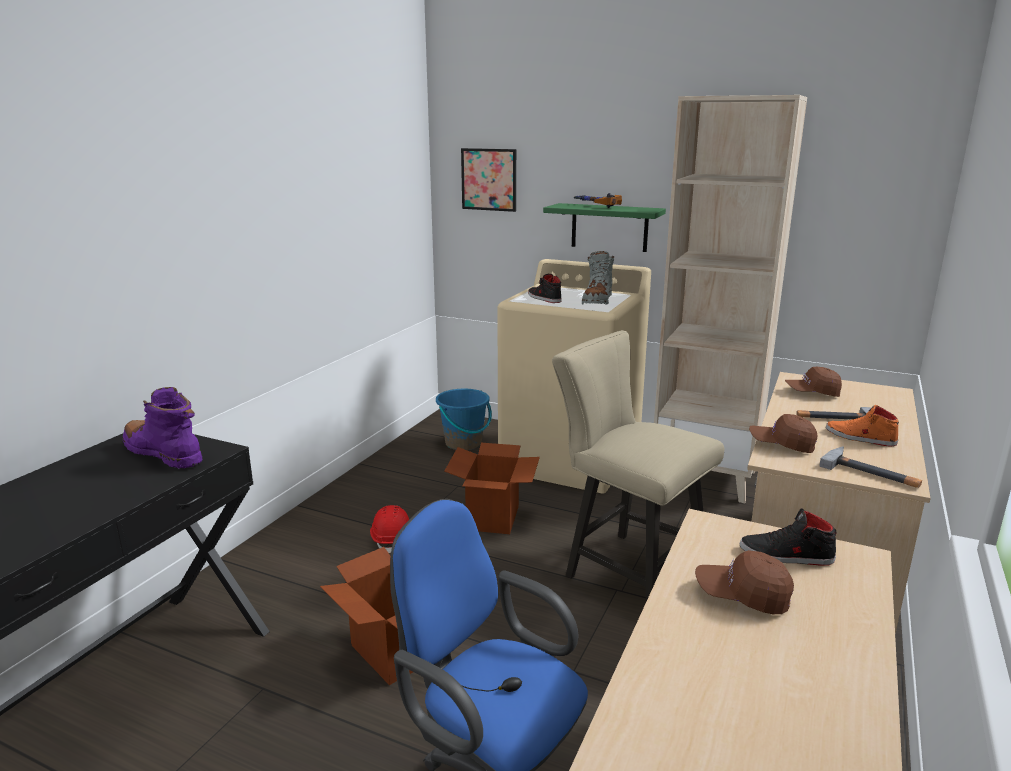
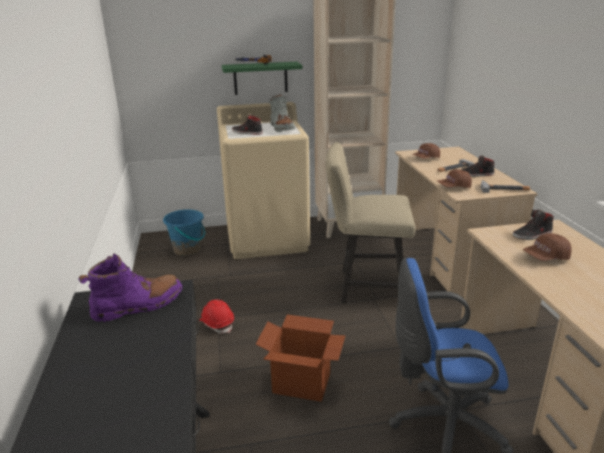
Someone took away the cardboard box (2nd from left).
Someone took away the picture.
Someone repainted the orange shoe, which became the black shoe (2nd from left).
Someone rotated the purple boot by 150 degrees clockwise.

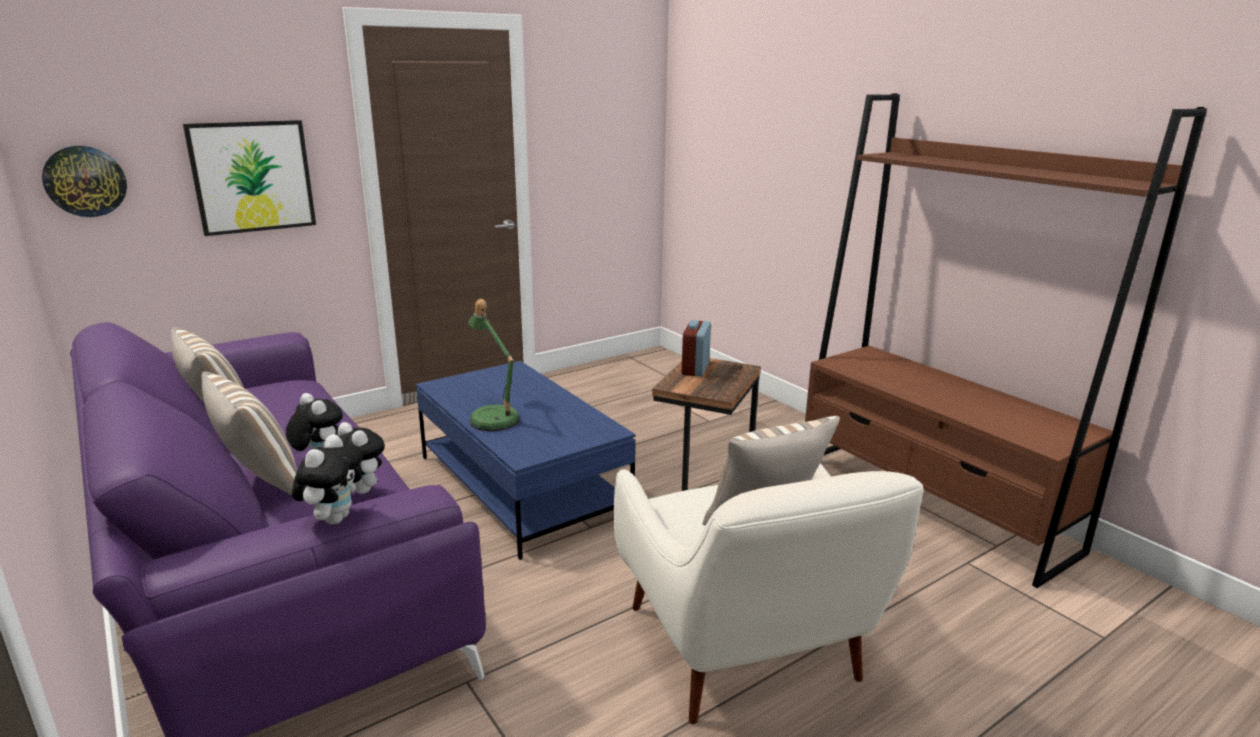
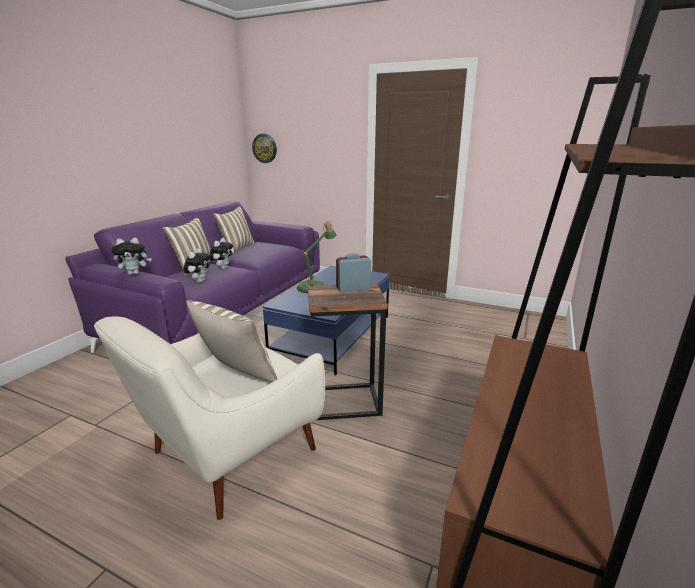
Someone took away the picture.

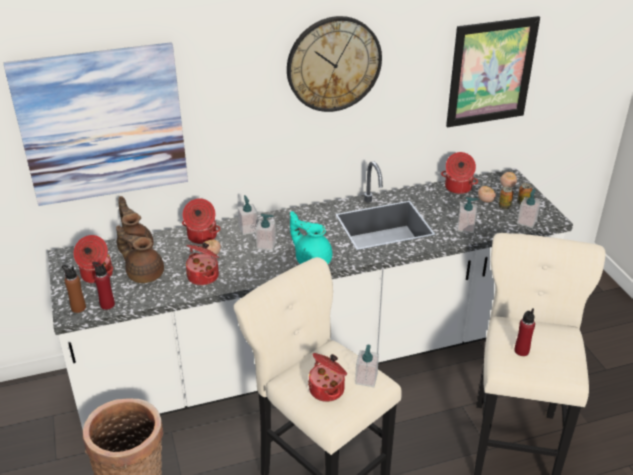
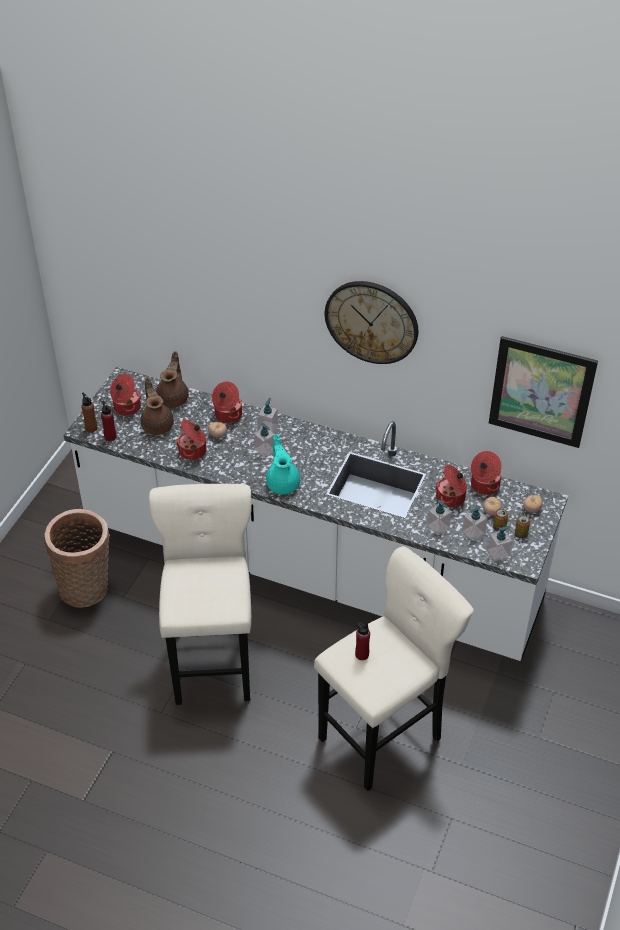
Someone took away the picture (1st from left).
Someone carried the cooking pot (4th from left).
Someone carried the soap dispenser (3rd from left in the first image).

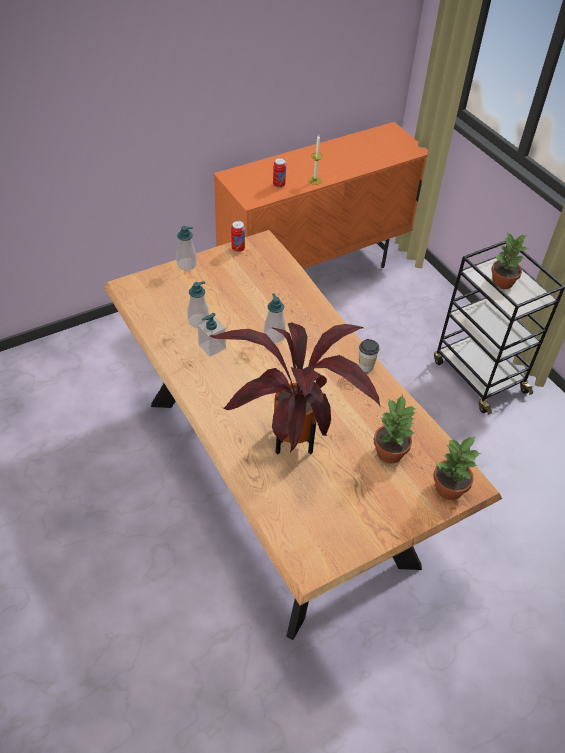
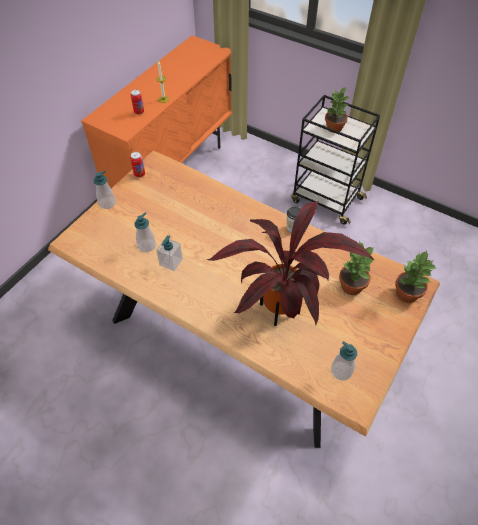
Someone carried the soap dispenser (4th from left).

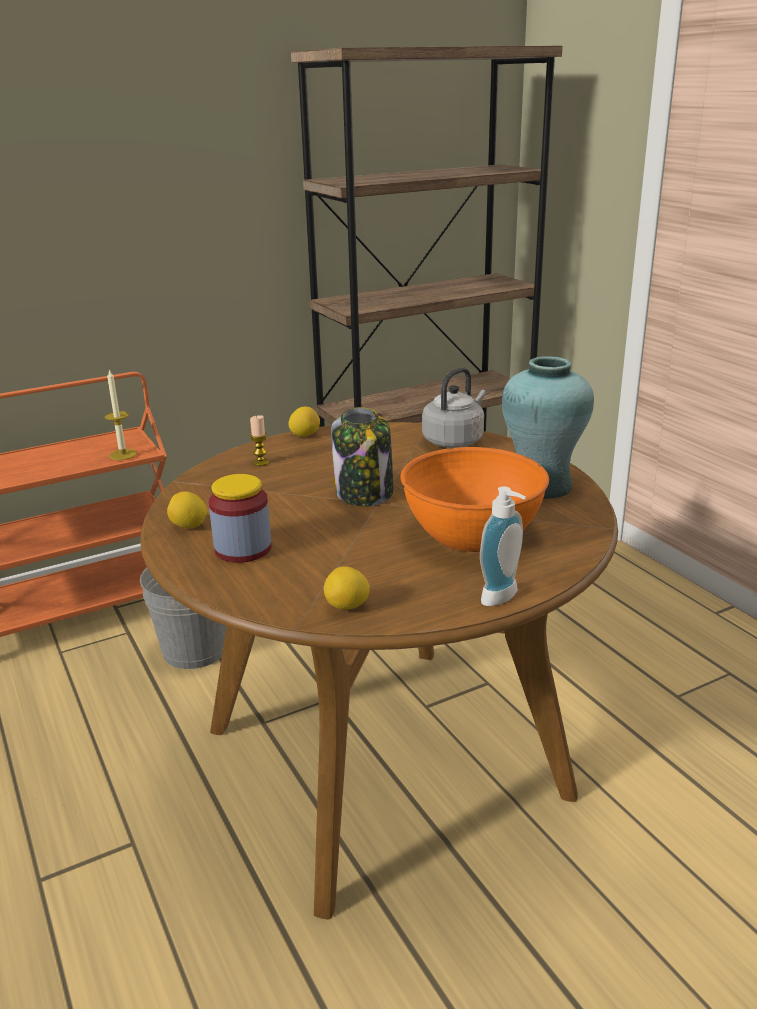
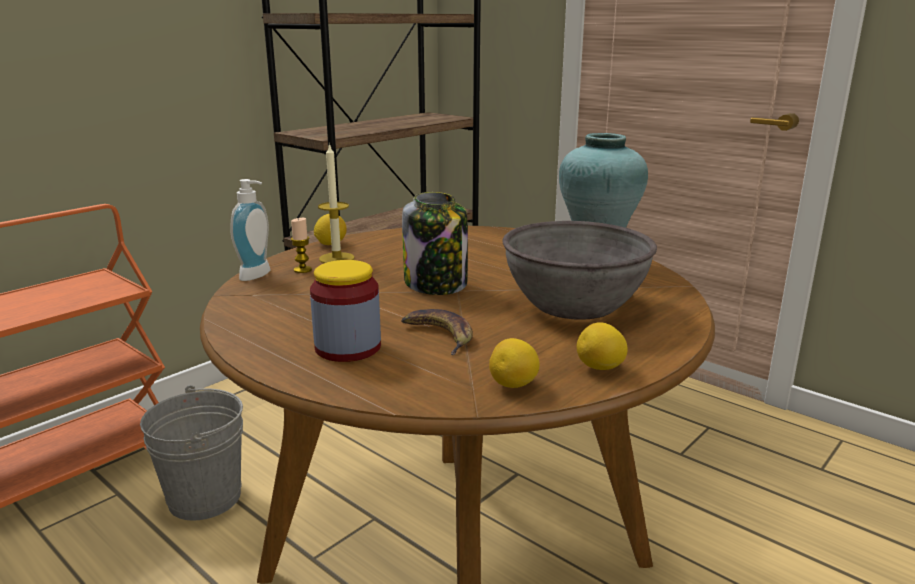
Someone took away the grey kettle.
Someone put down the banana.
Someone carried the candle (1st from left in the first image).
Someone carried the lemon (1st from left in the first image).
Someone carried the soap dispenser.
Someone repainted the orange bowl, which became the grey bowl.

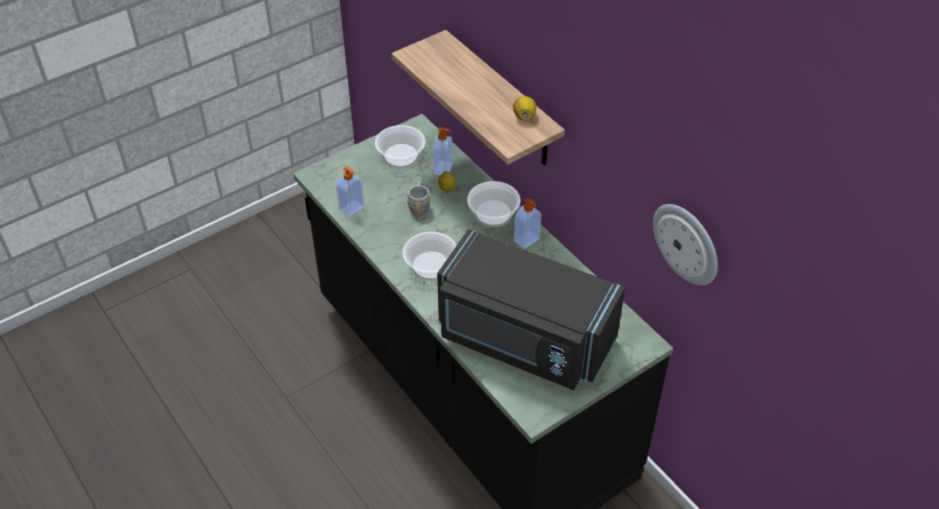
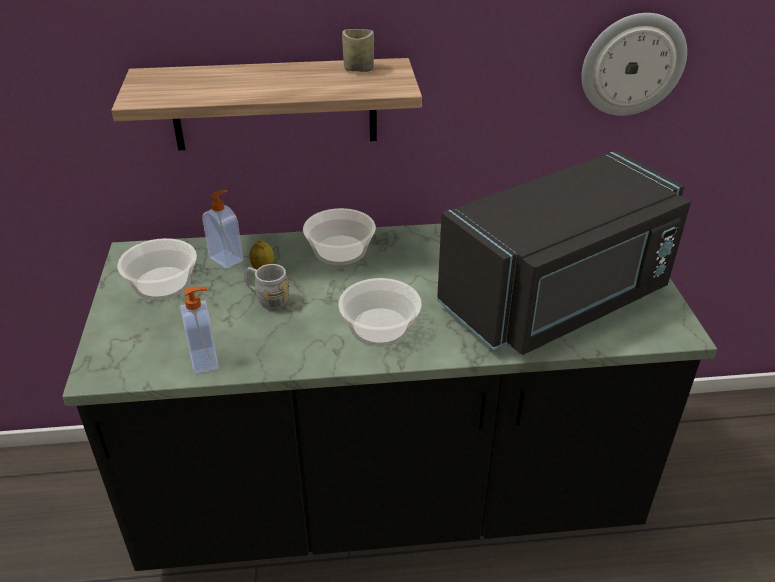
Someone took away the soap dispenser (3rd from left).
Someone swapped the lemon (2nd from left) for the cup.

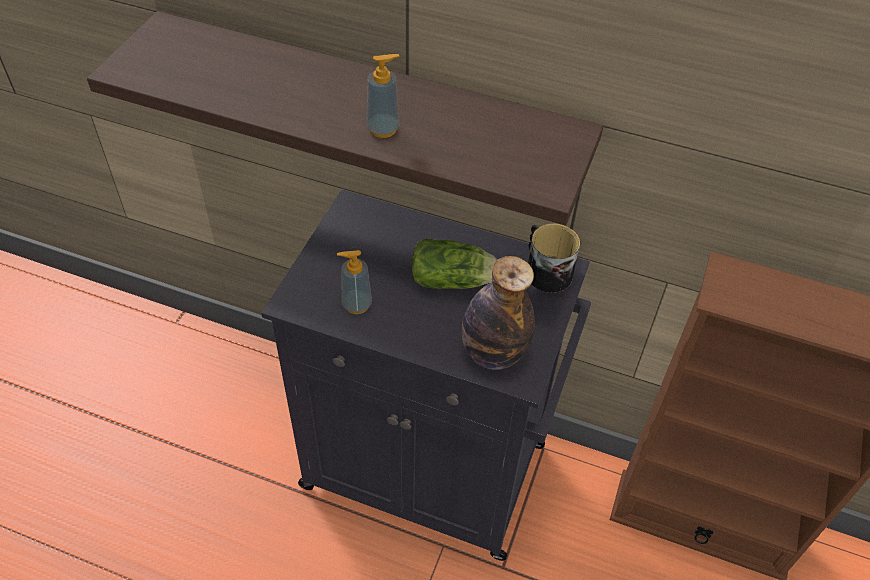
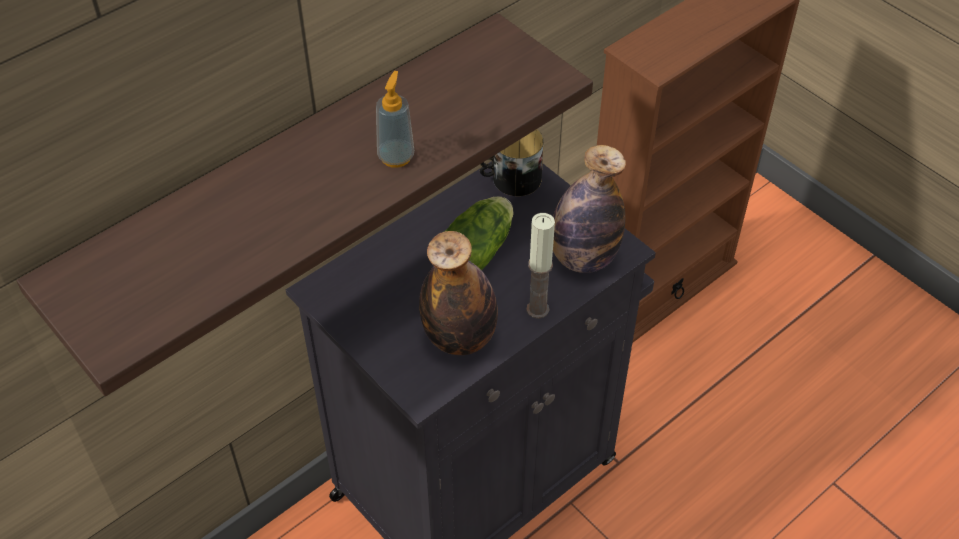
Someone put down the candle.
Someone swapped the soap dispenser (1st from left) for the bottle (1st from left).

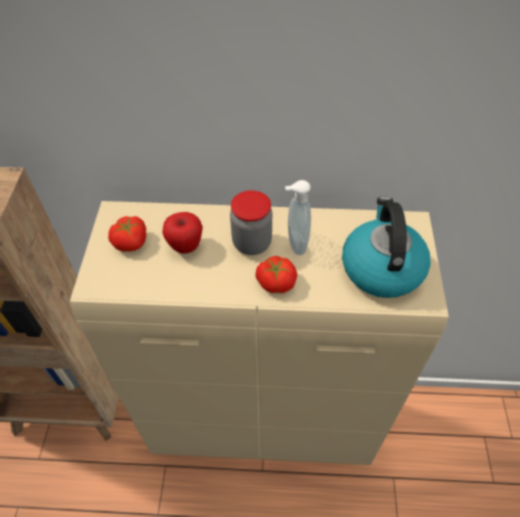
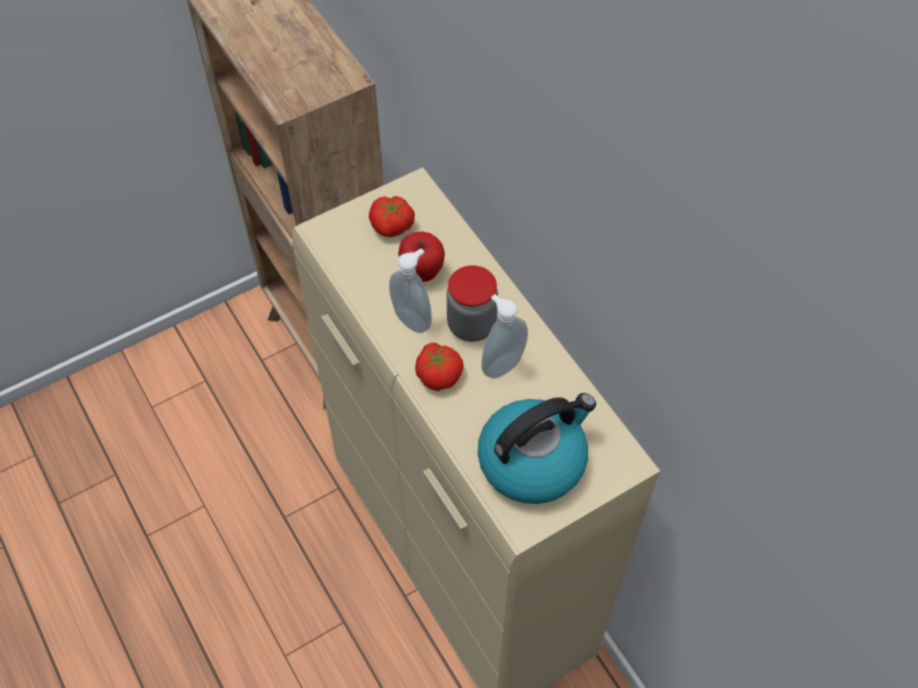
Someone put down the soap dispenser (1st from left).

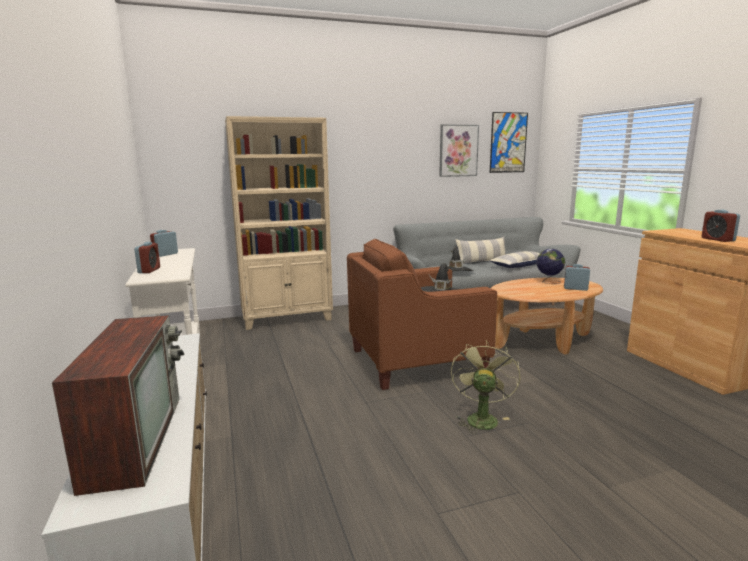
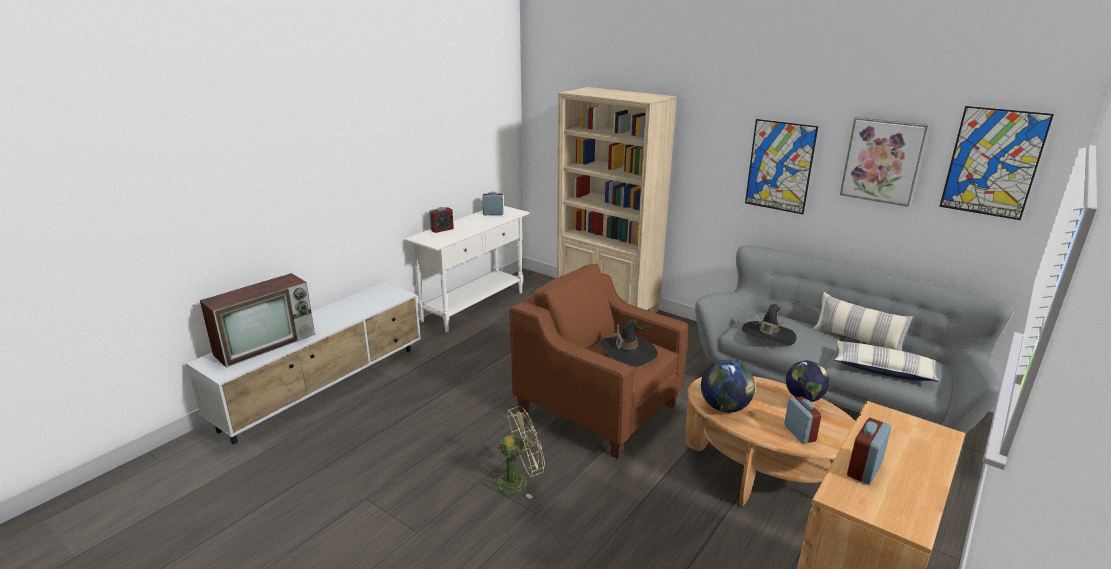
Someone put down the globe (1st from left).
Someone put up the picture (1st from left).

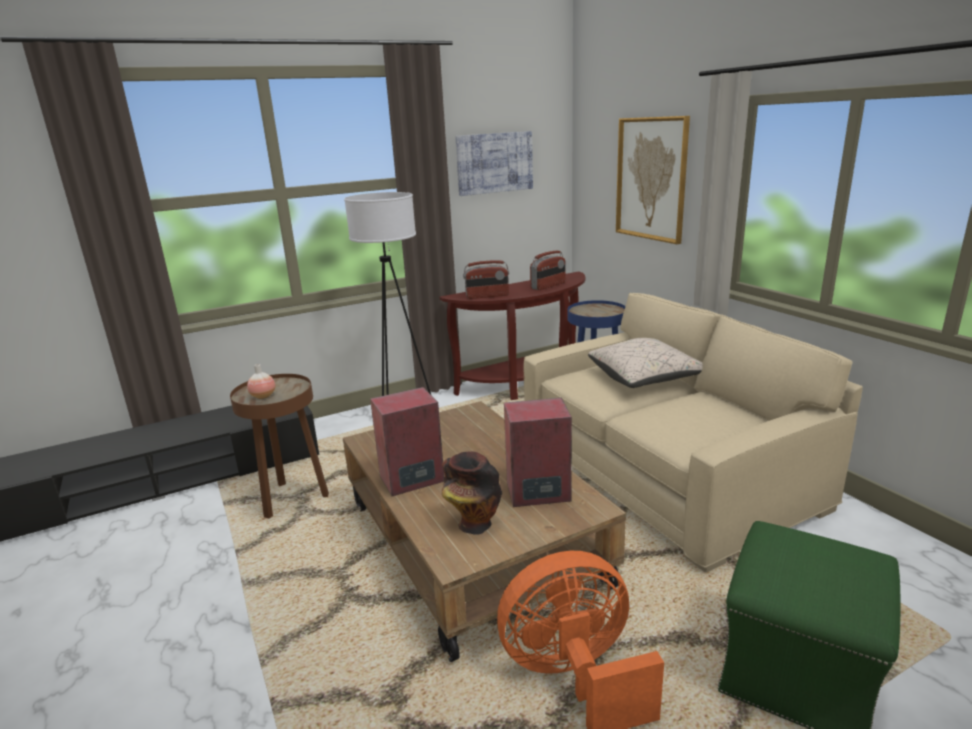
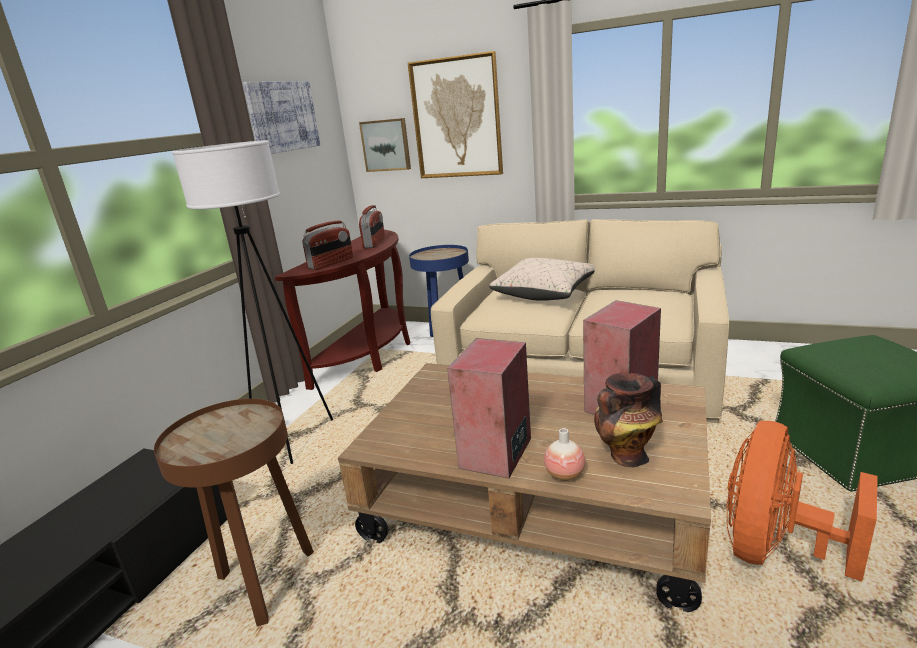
Someone put up the picture (2nd from left).
Someone carried the vase (1st from left).

